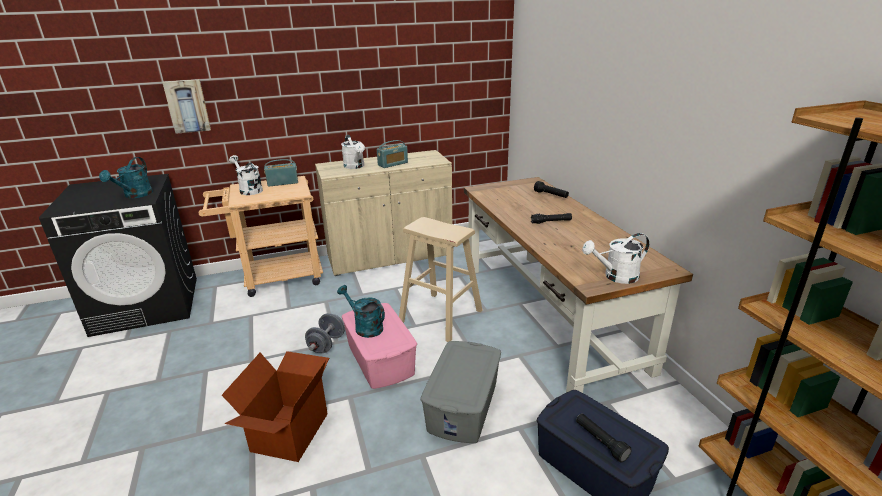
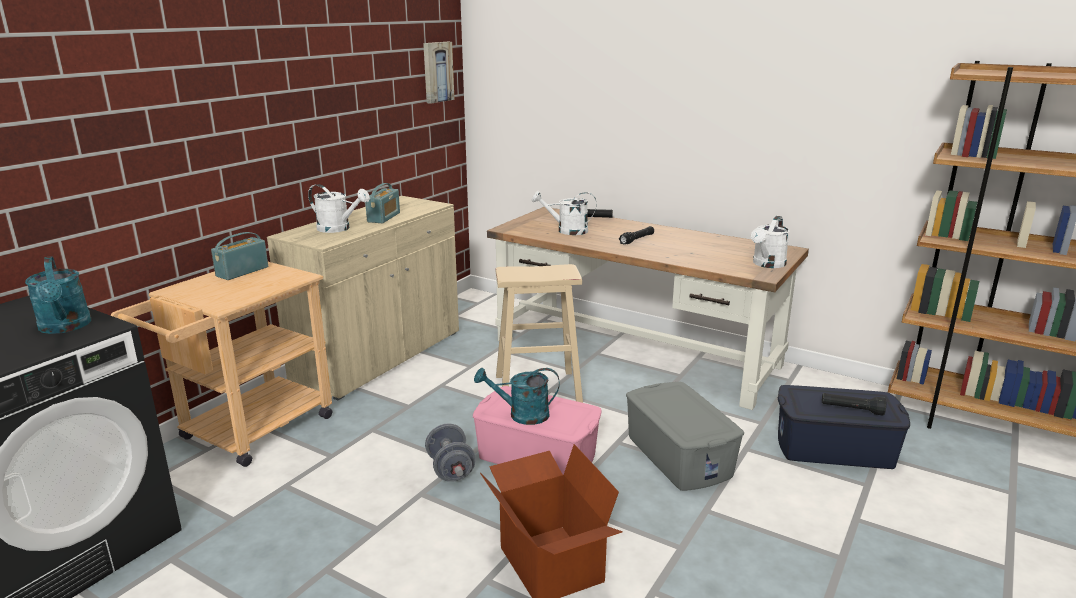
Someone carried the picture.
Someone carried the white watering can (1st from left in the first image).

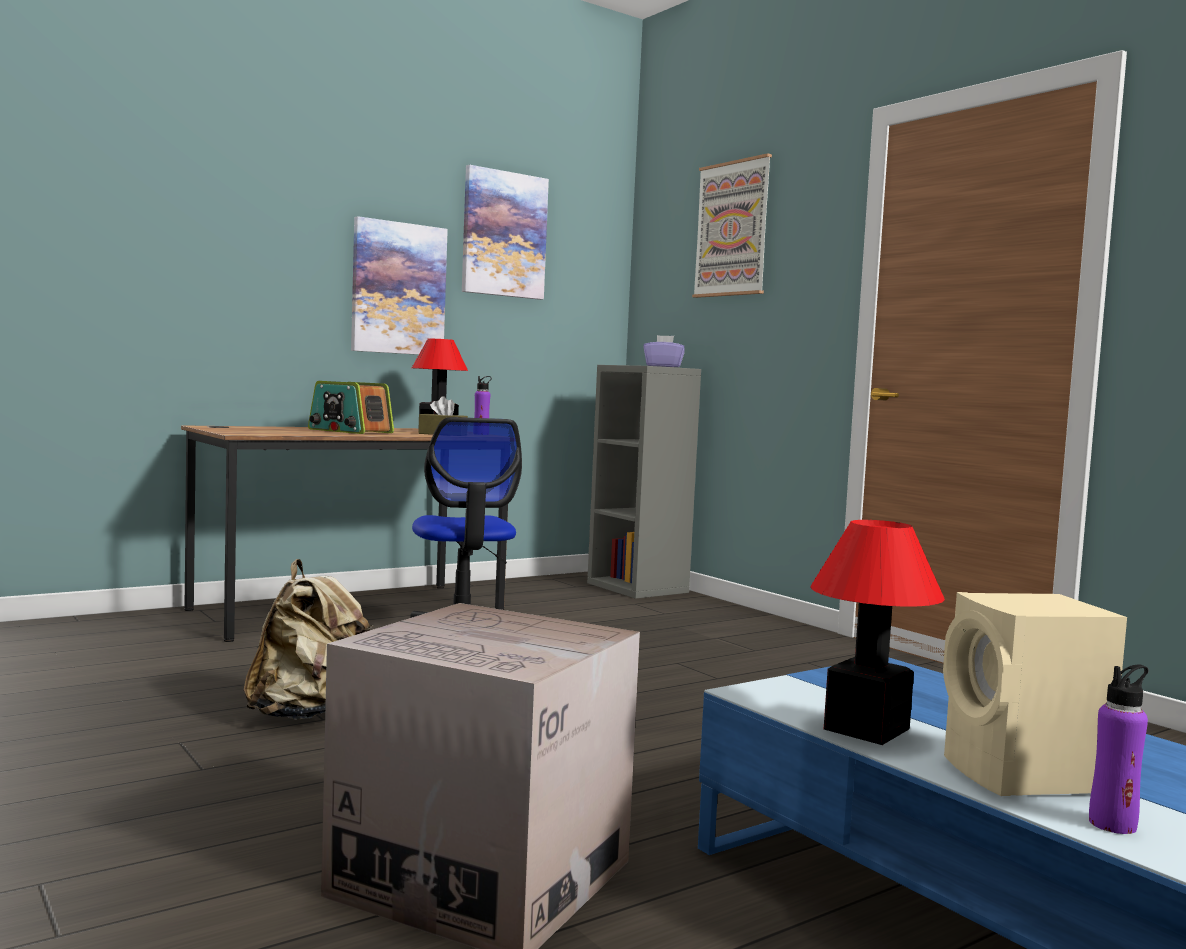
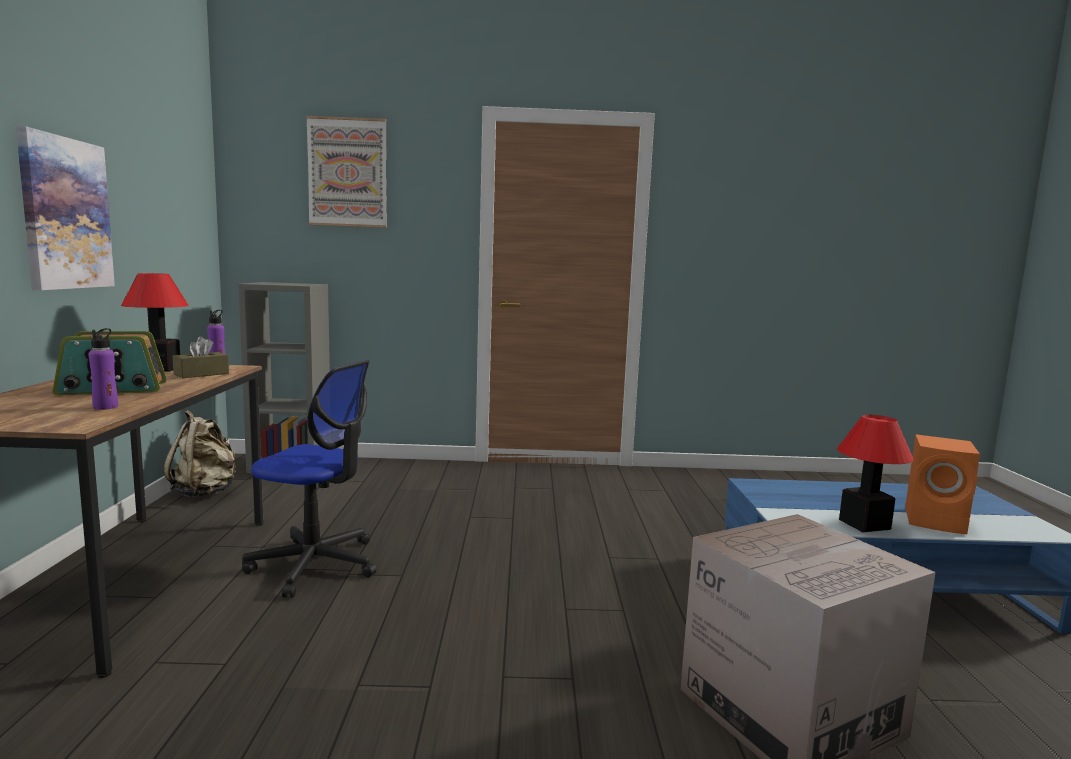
Someone took away the picture (2nd from left).
Someone took away the purple tissue box.
Someone carried the beige backpack.
Someone carried the purple bottle (2nd from left in the first image).
Someone repainted the beige speaker, which became the orange speaker.

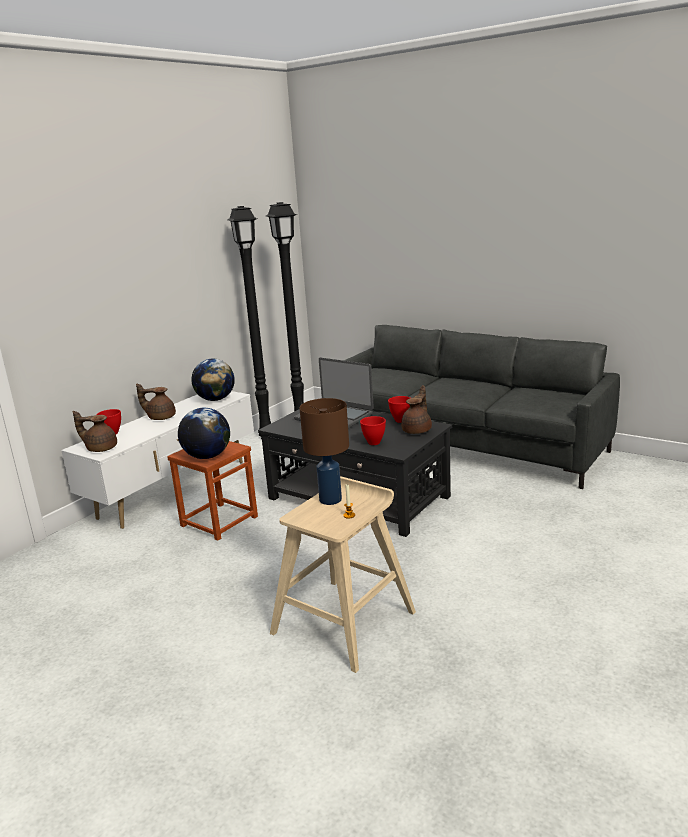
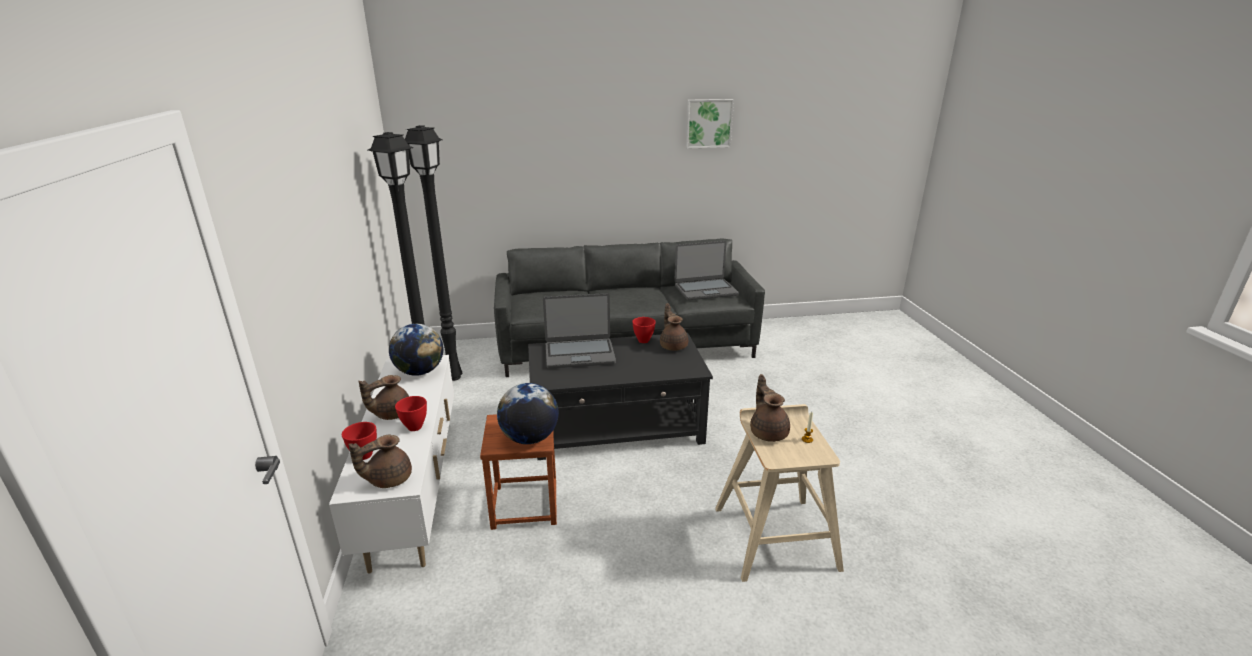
Someone put down the laptop (2nd from left).
Someone put up the picture.
Someone carried the red bowl (2nd from left).
Someone swapped the brown table lamp for the brown teapot (4th from left).

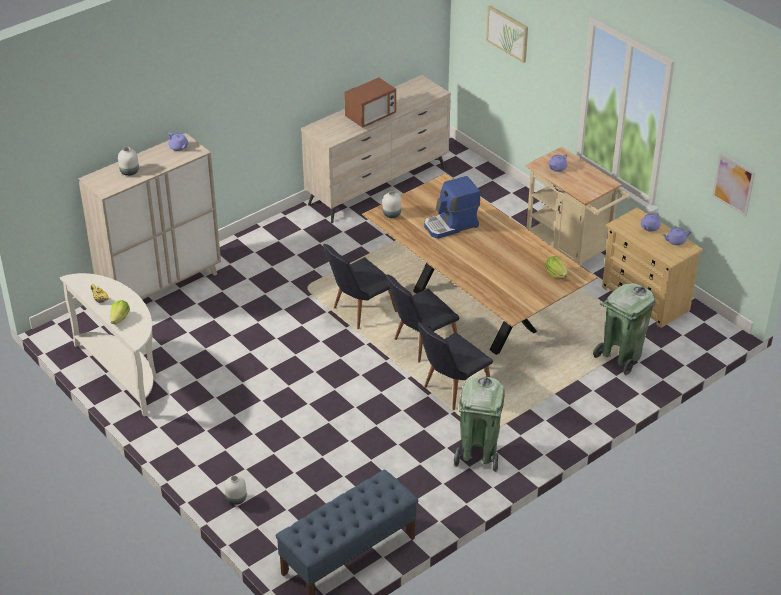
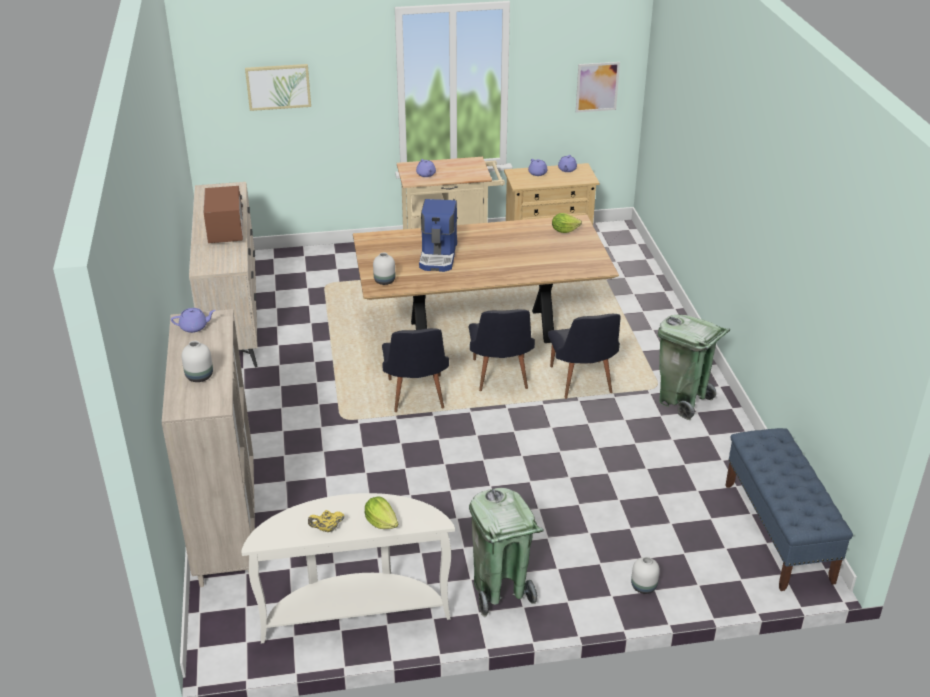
Someone carried the green trash can (2nd from left in the first image).

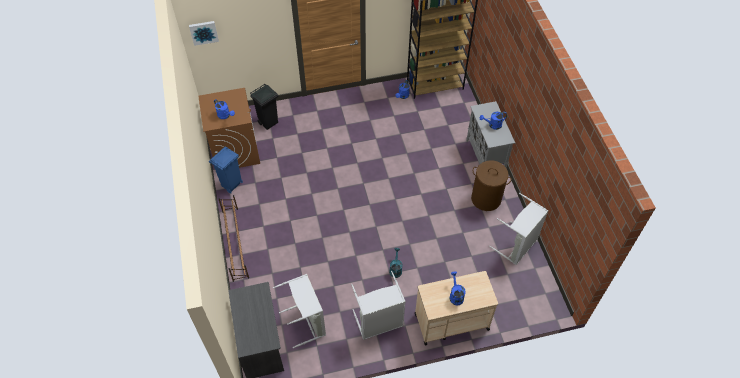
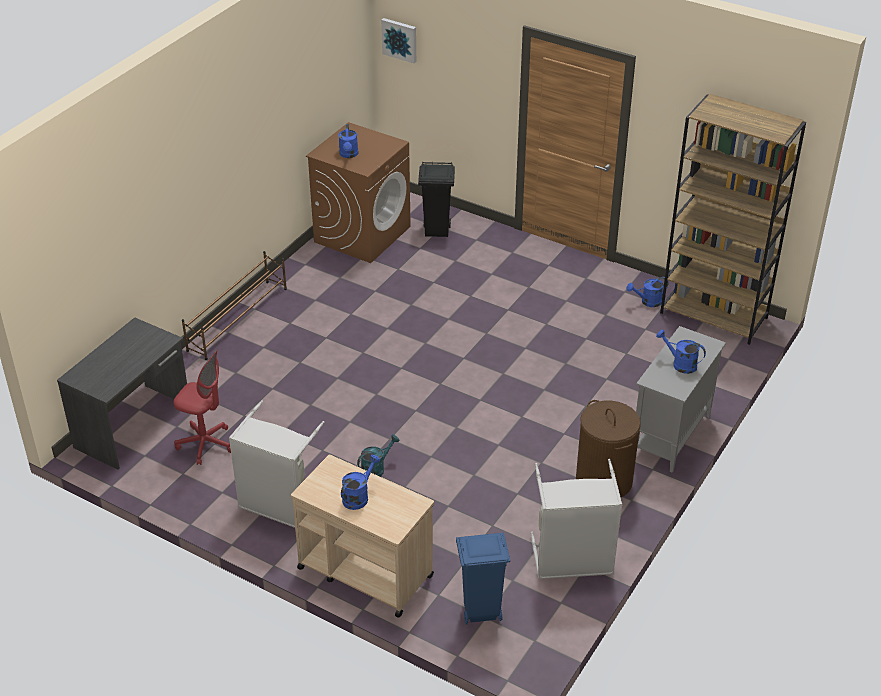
Someone carried the blue trash can.
Someone swapped the grey laundry basket (1st from left) for the red office chair.

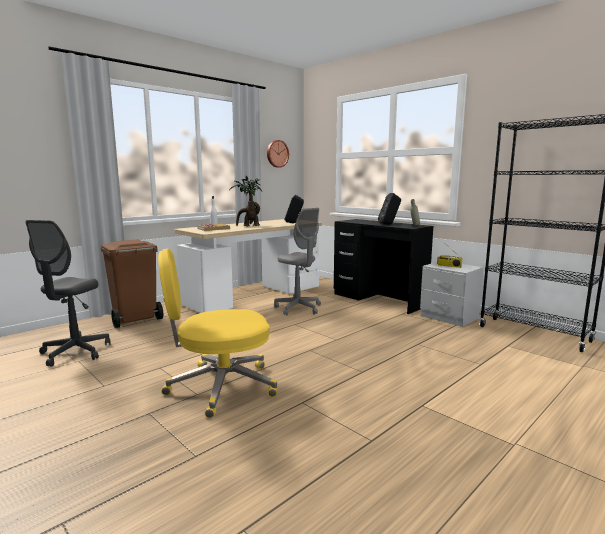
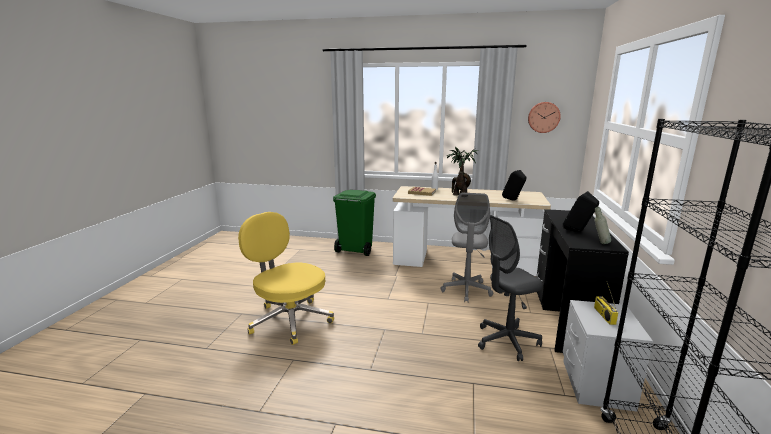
Someone carried the grey office chair (1st from left in the first image).
Someone repainted the brown trash can, which became the green trash can.

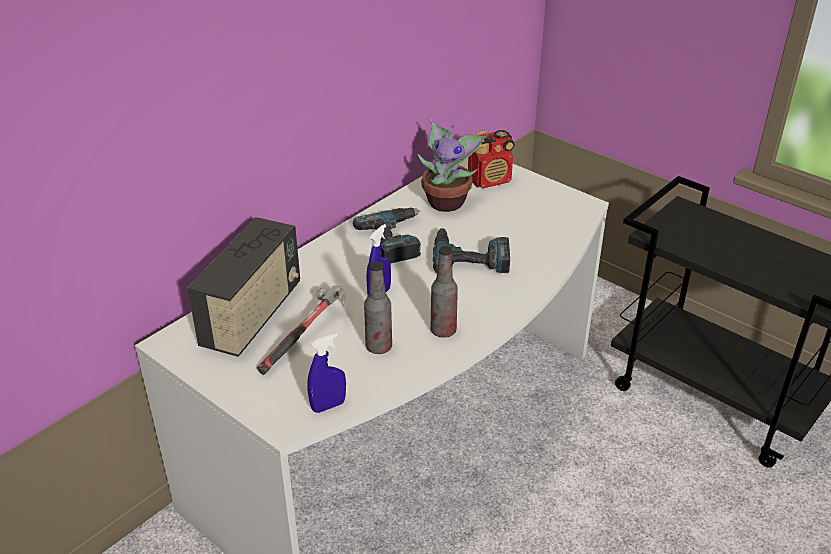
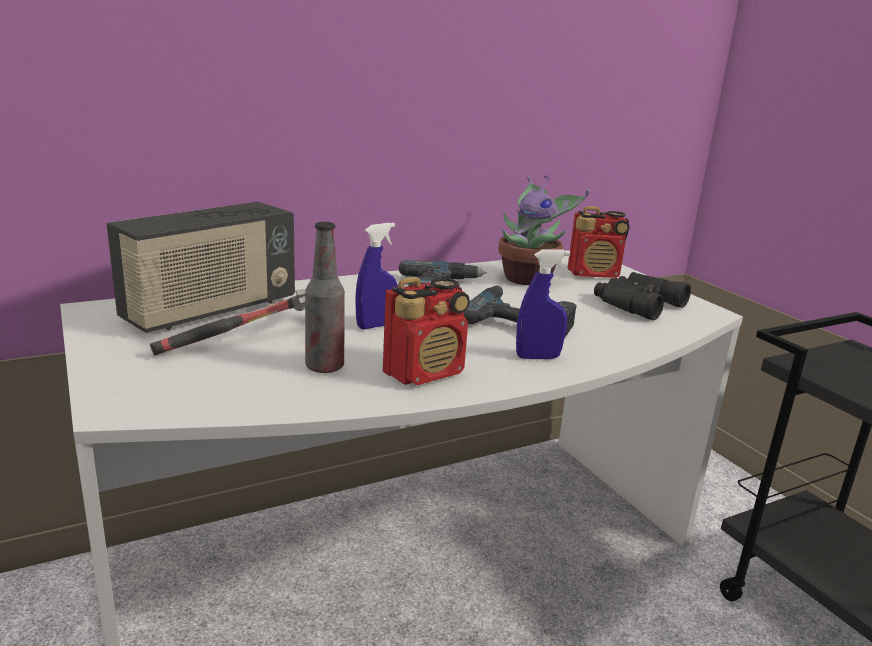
Someone put down the black binoculars.
Someone carried the blue spray bottle (1st from left in the first image).
Someone swapped the bottle (2nd from left) for the radio (2nd from left).

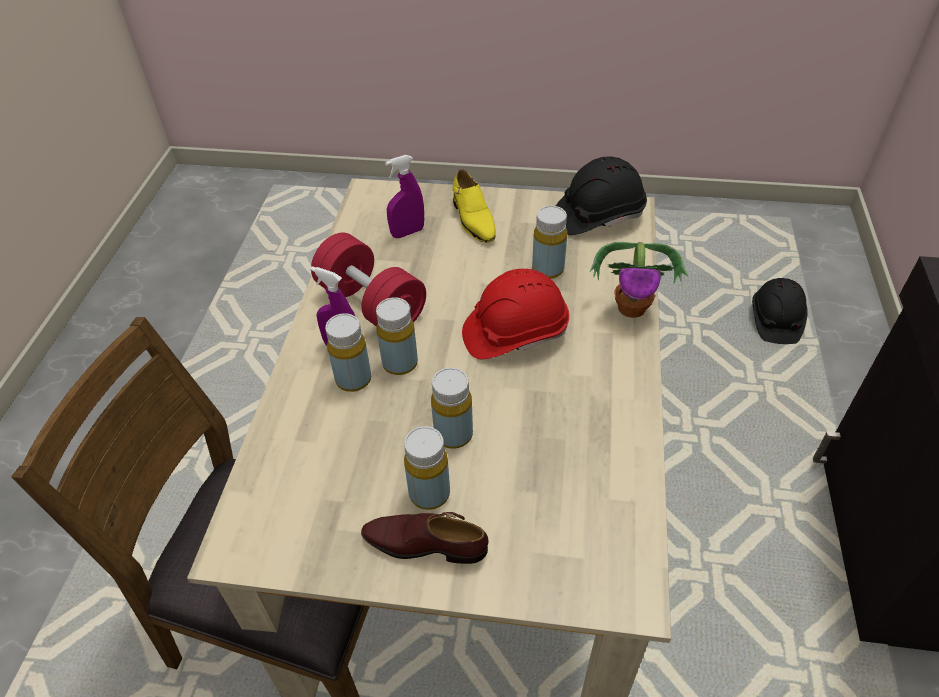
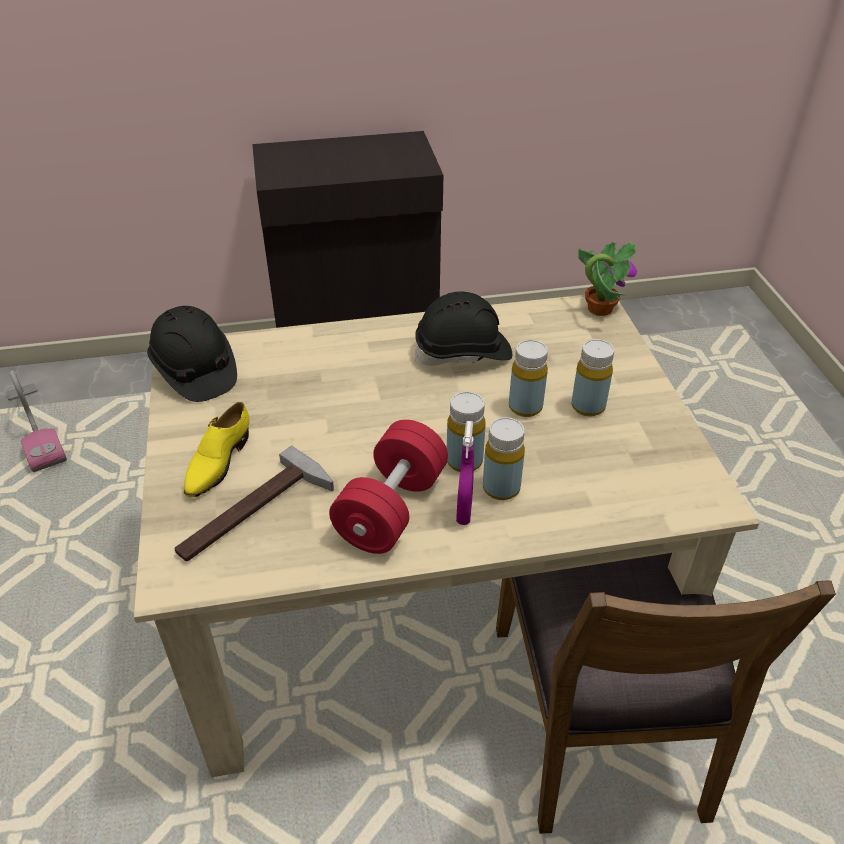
Someone took away the brown shoe.
Someone took away the red hard hat.
Someone took away the yellow bottle (5th from left).
Someone put down the vacuum cleaner.
Someone carried the potted plant.
Someone carried the black hard hat (2nd from left).
Someone swapped the purple spray bottle (2nd from left) for the hammer.
Someone rotated the yellow shoe by 150 degrees clockwise.

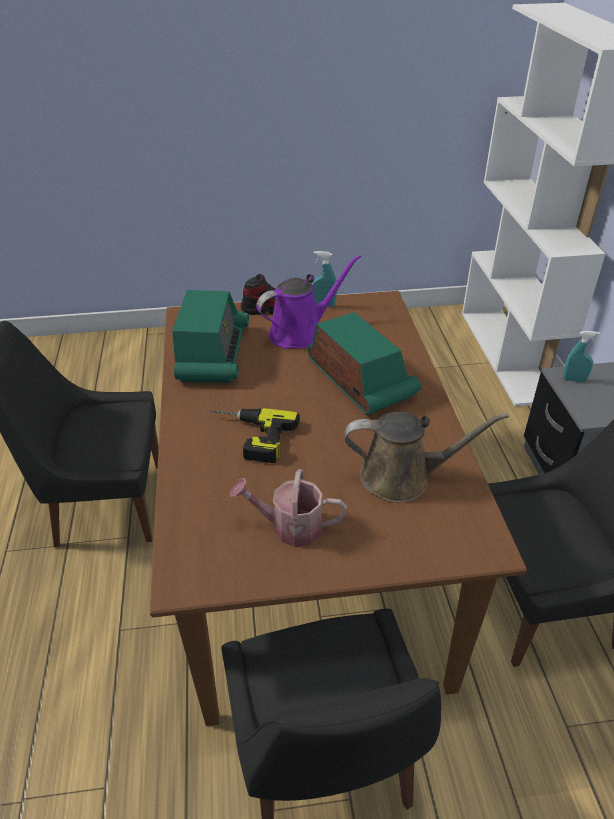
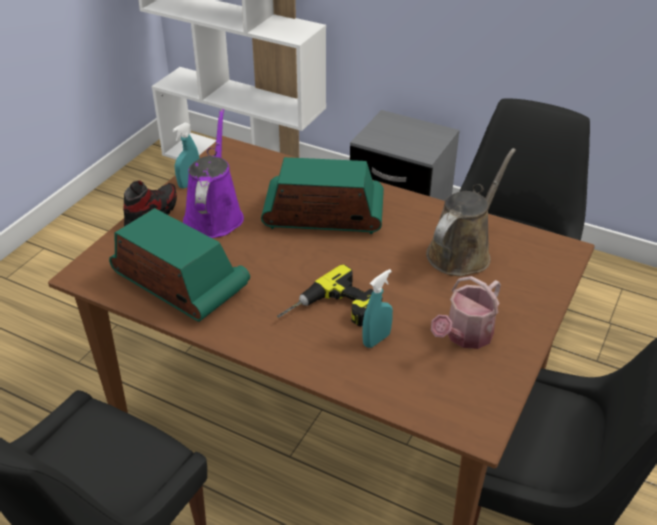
Someone carried the turquoise spray bottle (2nd from left).

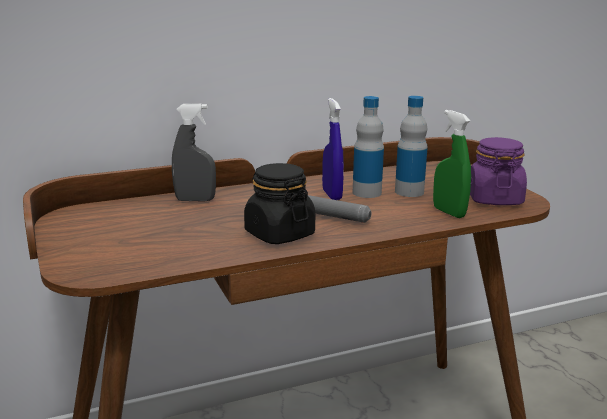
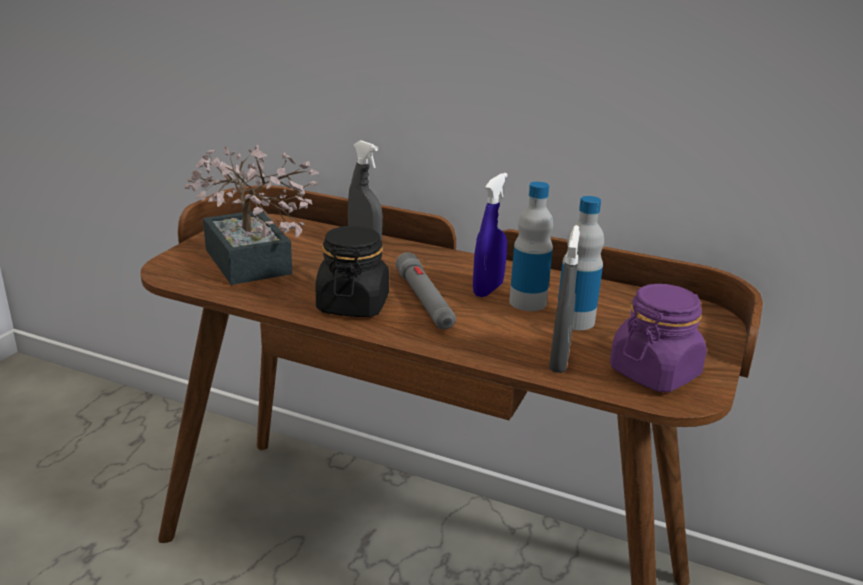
Someone put down the potted plant.
Someone repainted the green spray bottle, which became the grey spray bottle (2nd from left).

